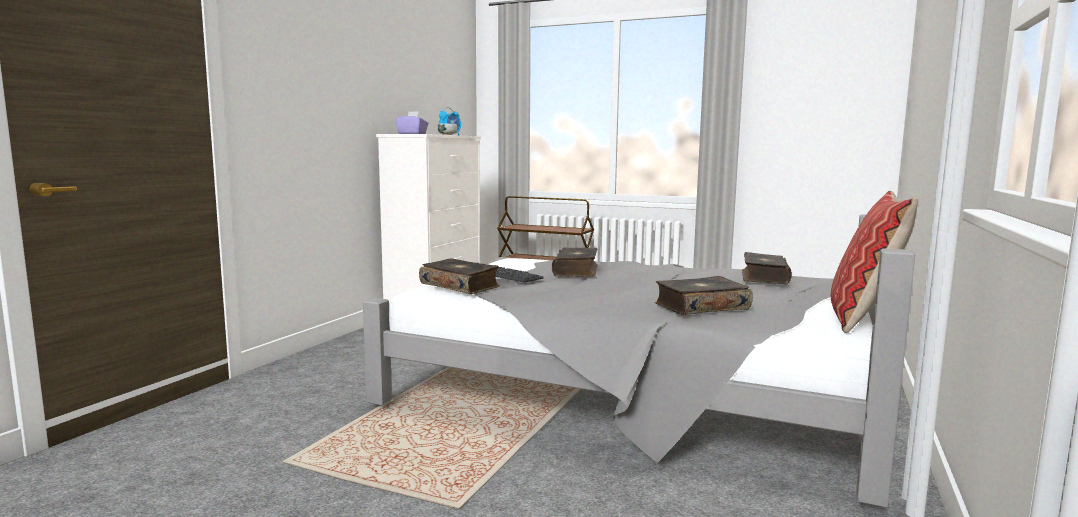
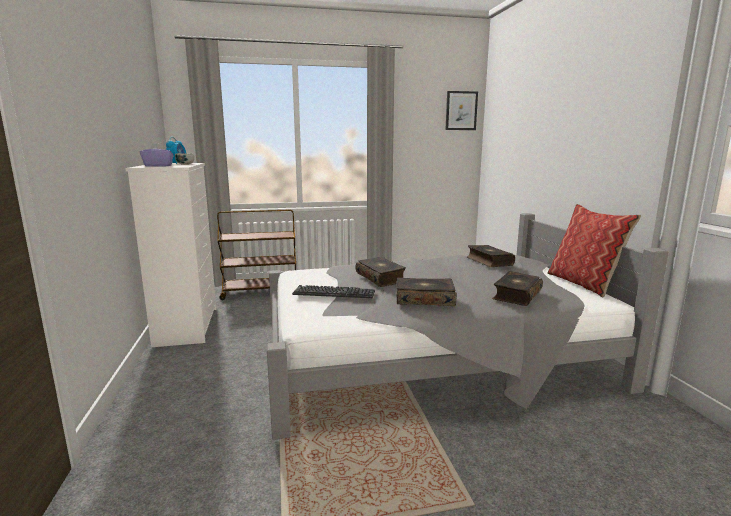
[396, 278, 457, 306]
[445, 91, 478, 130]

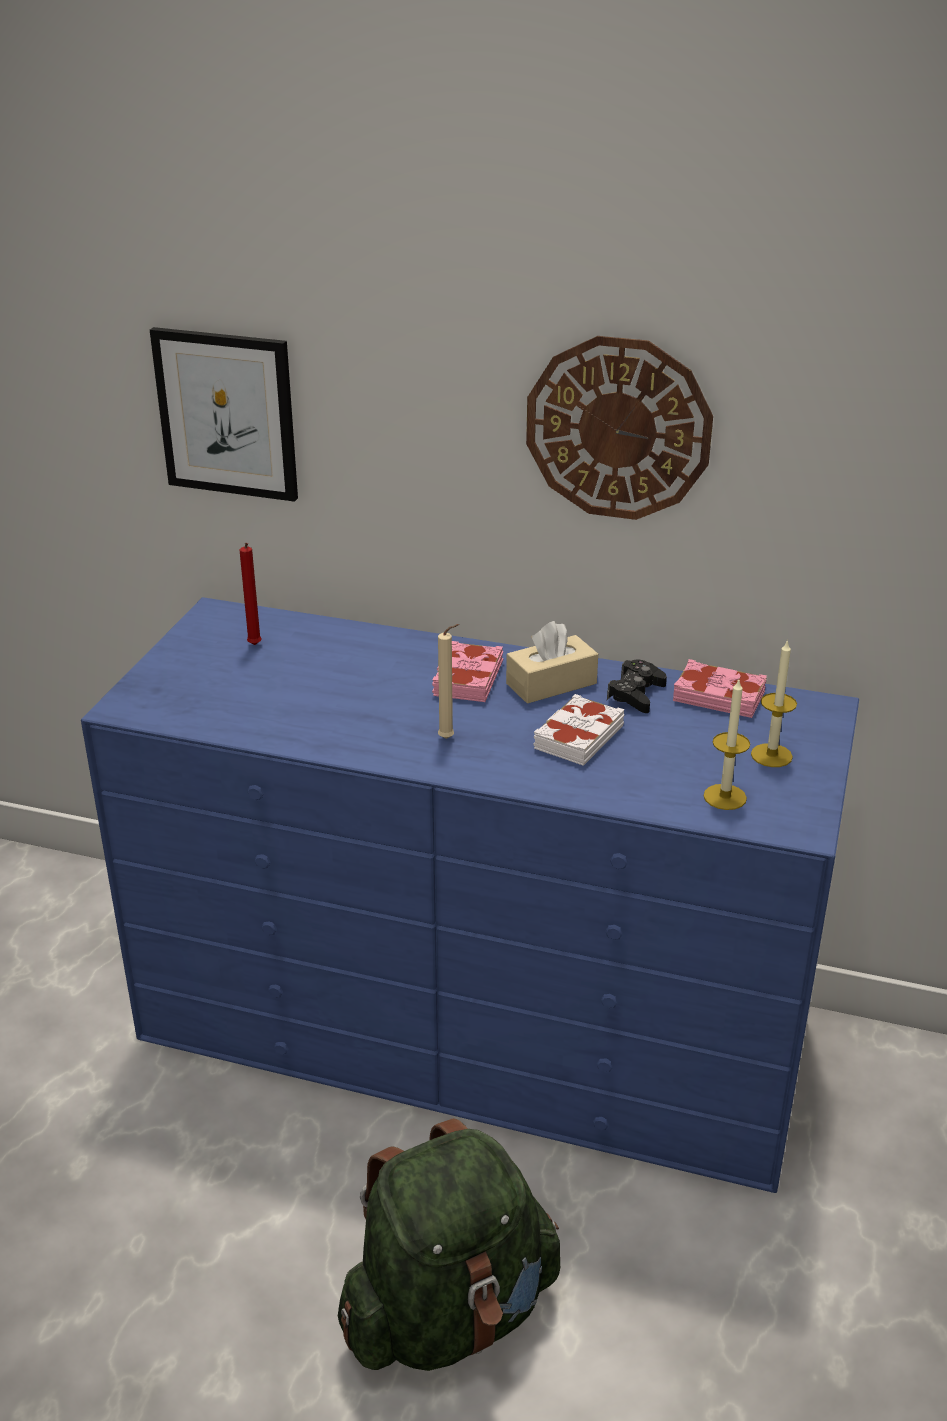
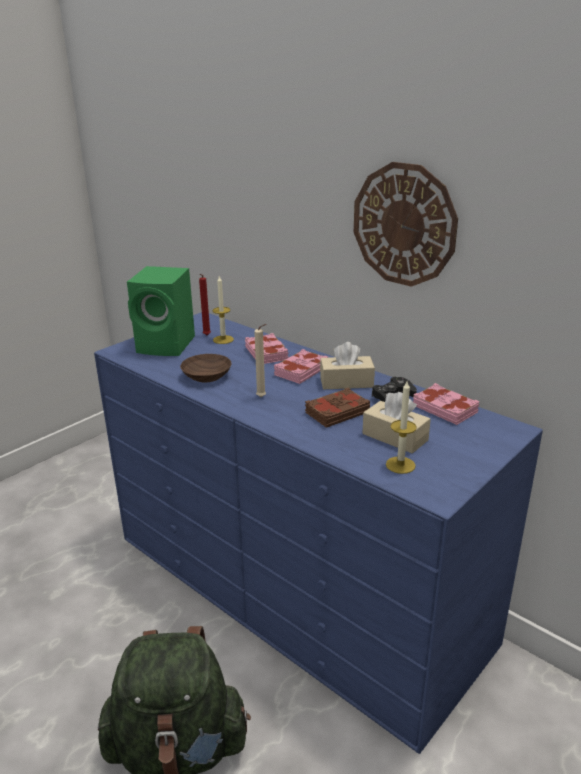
[150, 327, 298, 502] (first image)
[213, 276, 234, 344]
[305, 388, 370, 428]
[127, 266, 195, 356]
[245, 333, 289, 364]
[180, 354, 232, 382]
[363, 392, 431, 453]

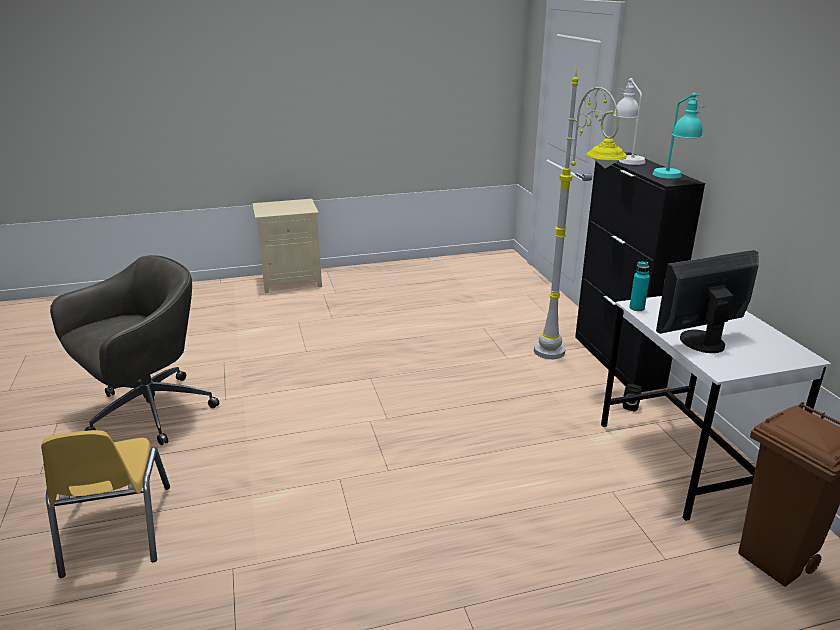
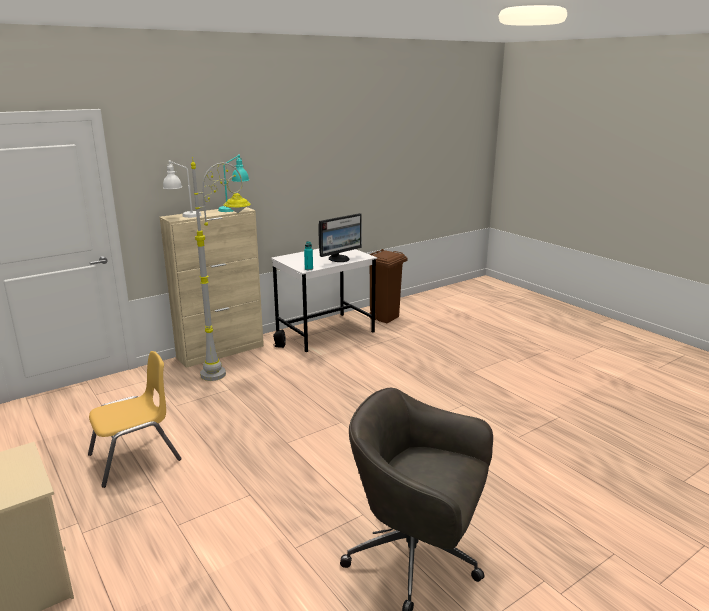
[160, 207, 264, 368]
[318, 213, 362, 262]
[88, 351, 182, 488]

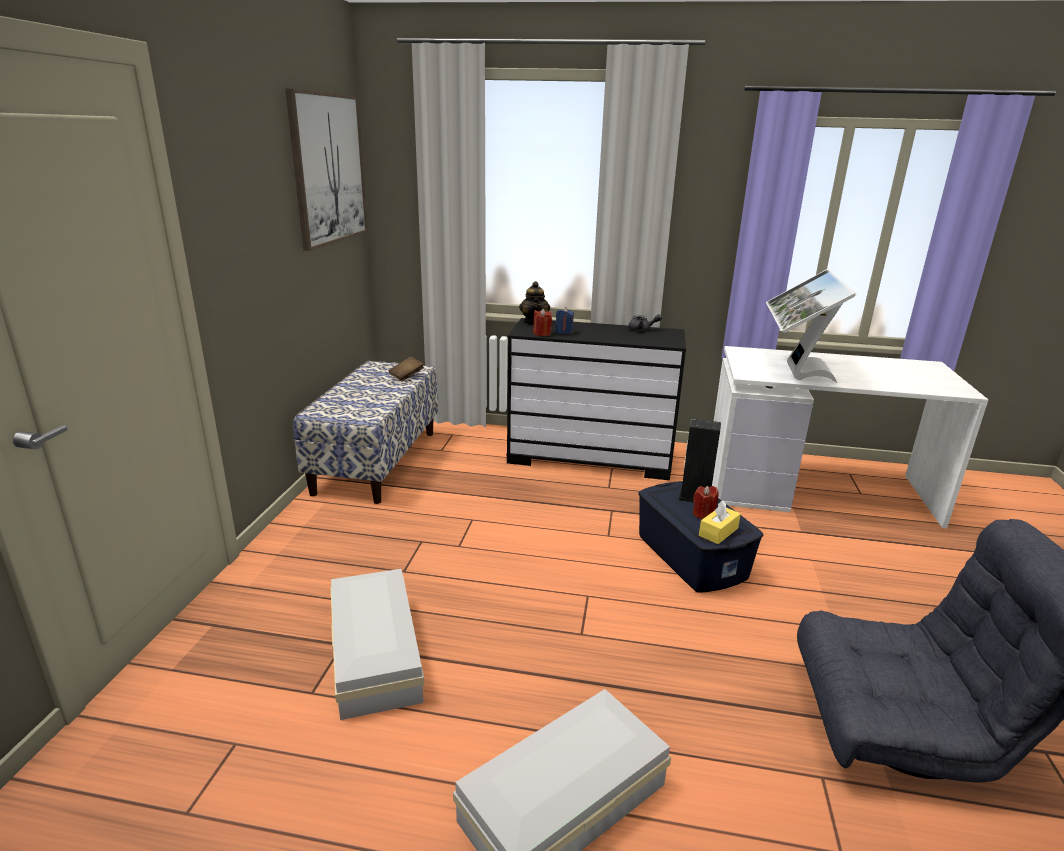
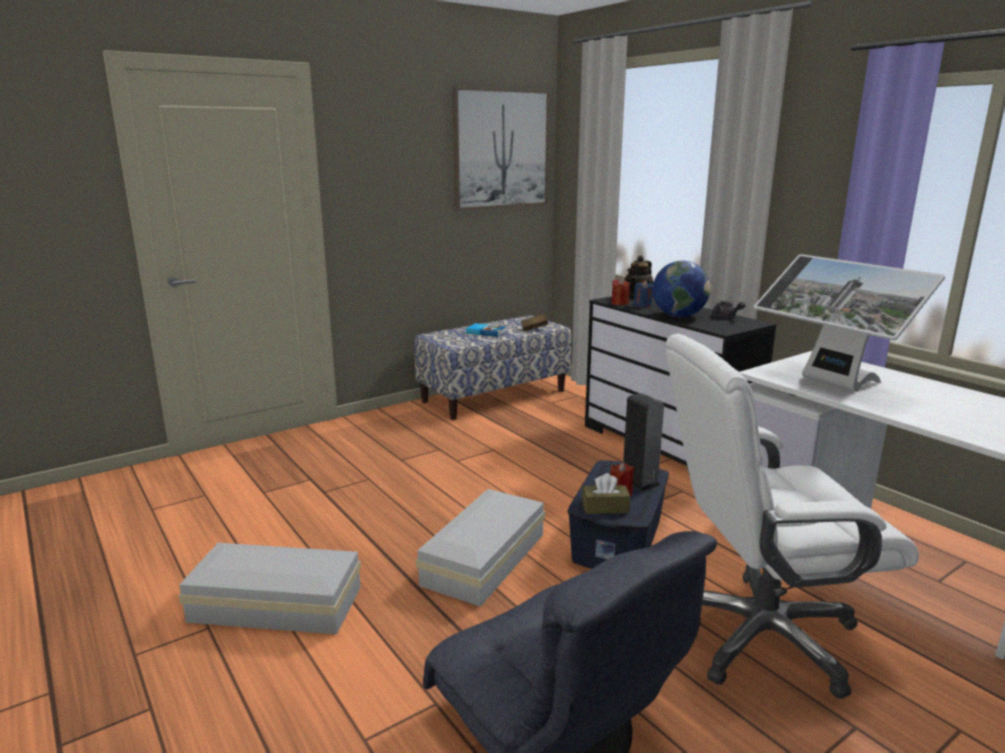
[754, 254, 945, 392]
[582, 473, 630, 514]
[416, 489, 545, 607]
[653, 261, 711, 317]
[466, 323, 507, 337]
[666, 334, 919, 699]

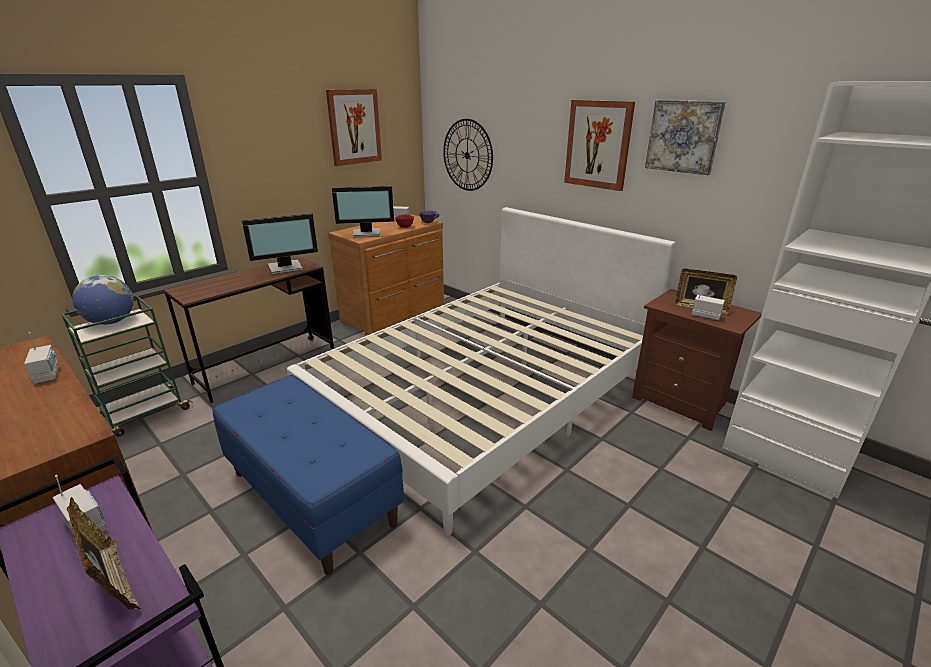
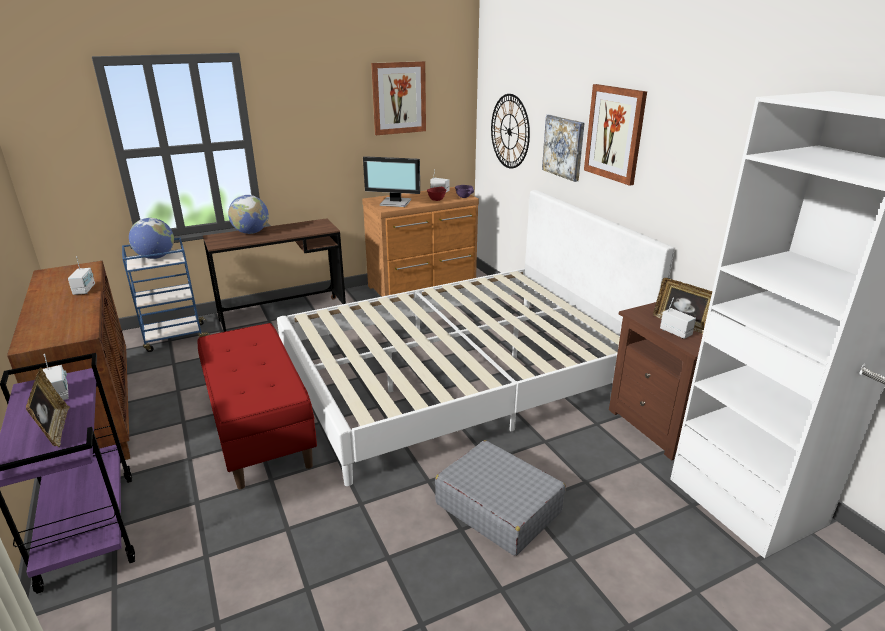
[542, 115, 585, 182]
[242, 213, 318, 274] (first image)
[122, 238, 210, 352]
[197, 323, 317, 489]
[228, 195, 269, 234]
[435, 440, 566, 556]

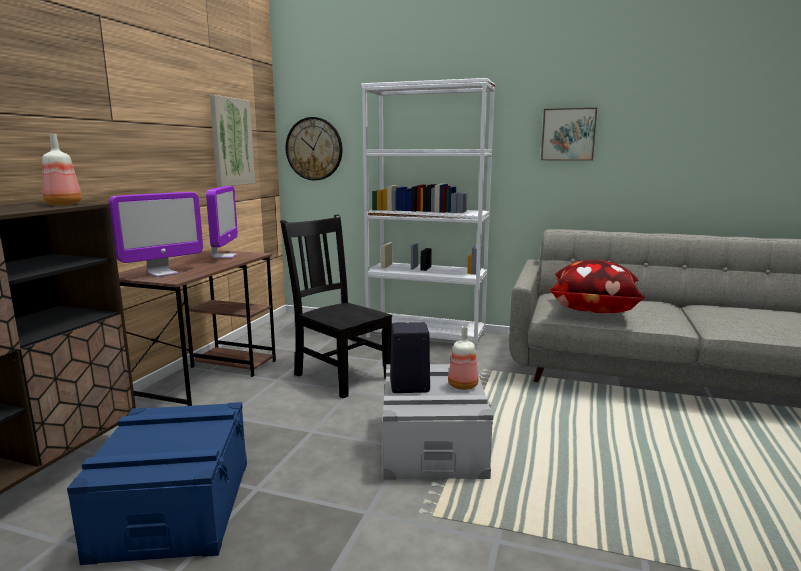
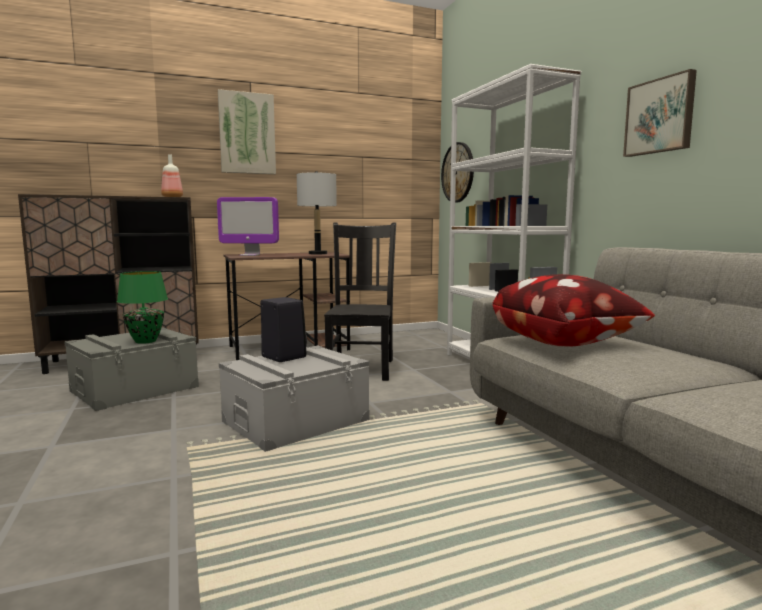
[218, 89, 276, 174]
[297, 171, 337, 254]
[448, 326, 479, 390] (first image)
[64, 328, 199, 411]
[117, 271, 168, 344]

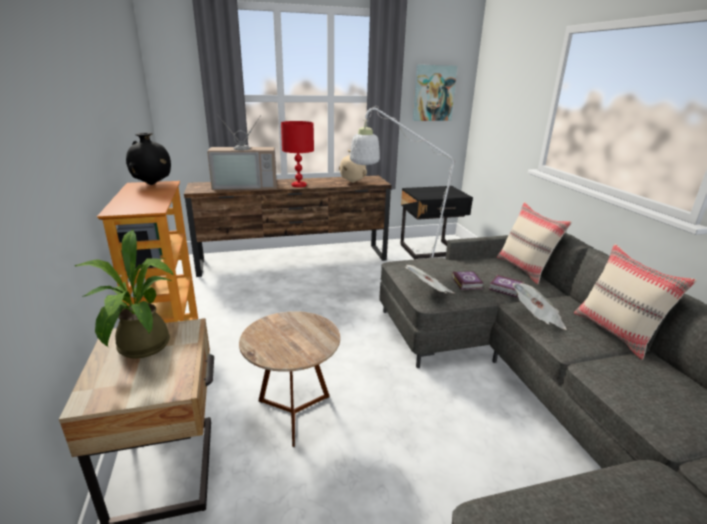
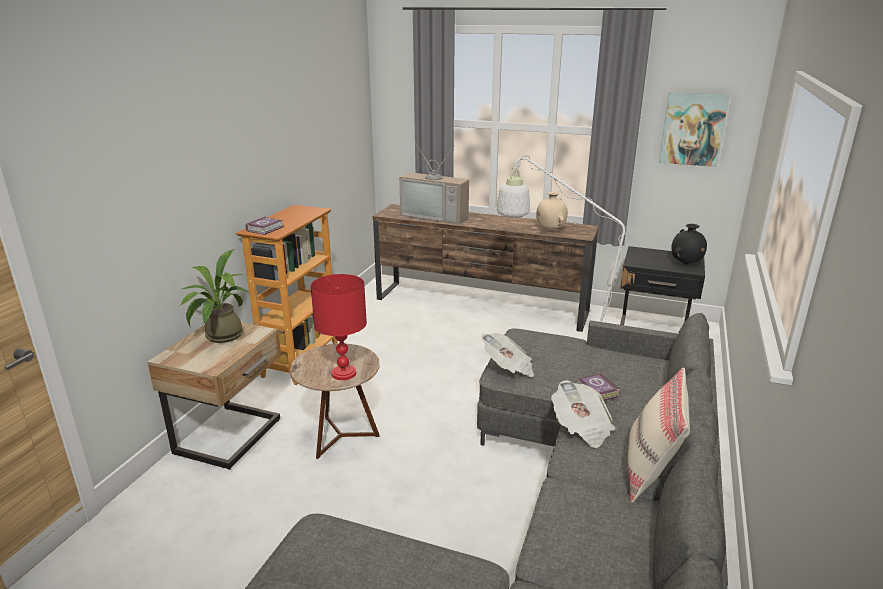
[311, 274, 367, 380]
[671, 224, 707, 265]
[497, 202, 572, 284] (first image)
[245, 216, 284, 235]

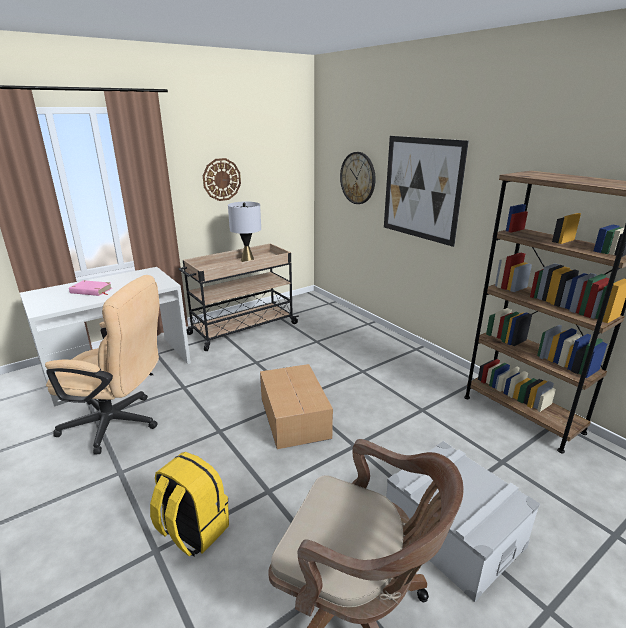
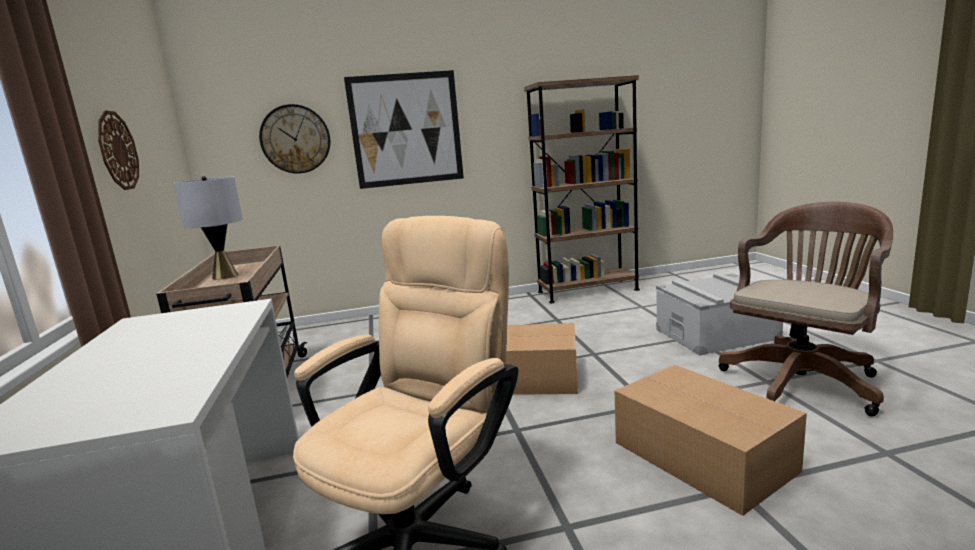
[69, 280, 112, 296] (first image)
[615, 364, 807, 516]

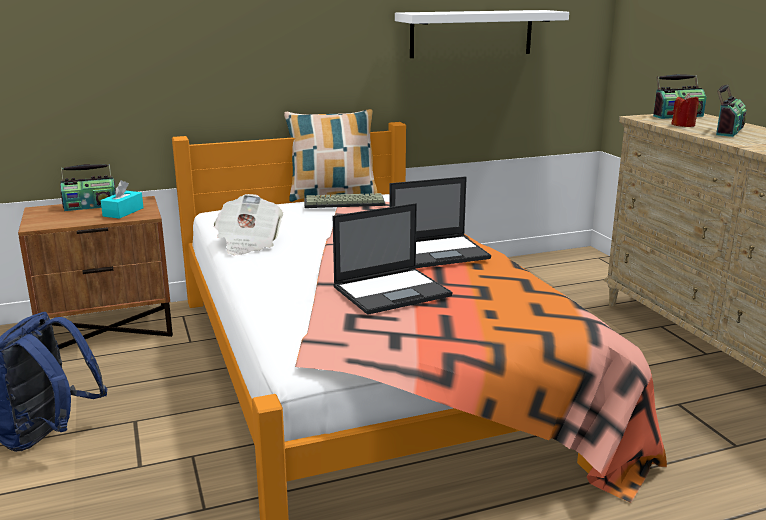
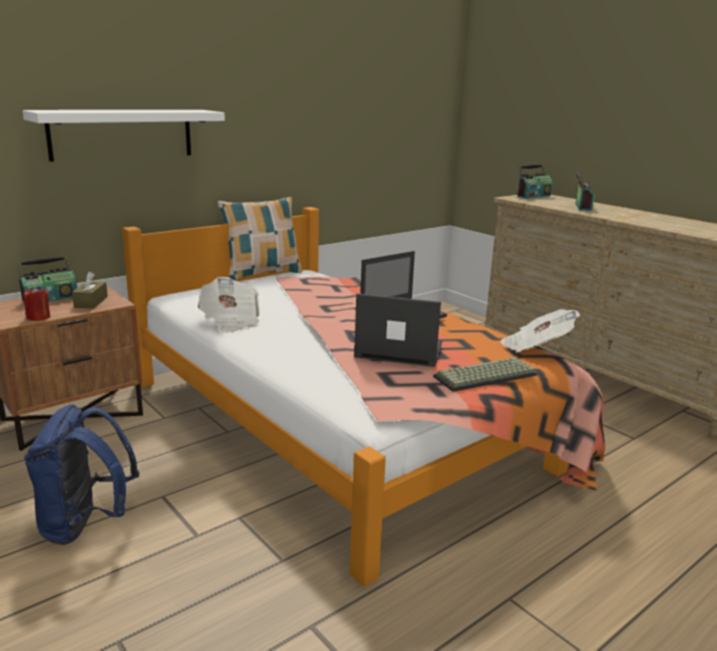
[22, 110, 225, 162]
[23, 287, 50, 321]
[72, 272, 108, 308]
[433, 357, 537, 392]
[354, 293, 443, 367]
[500, 309, 580, 352]

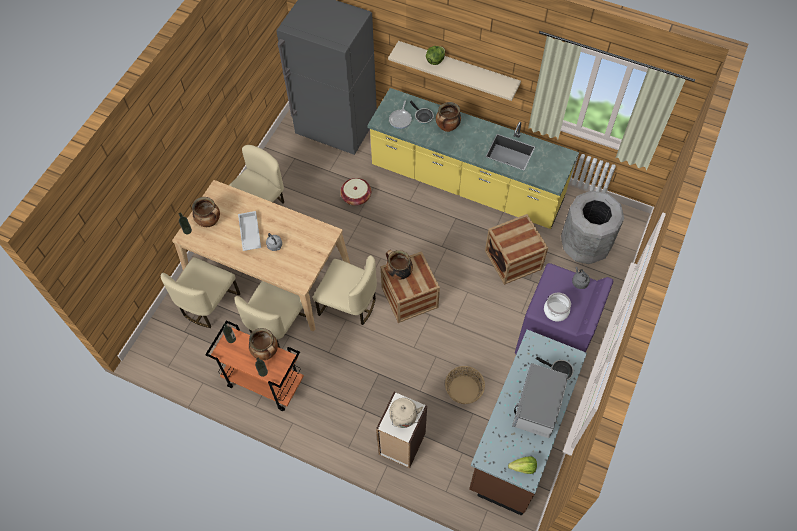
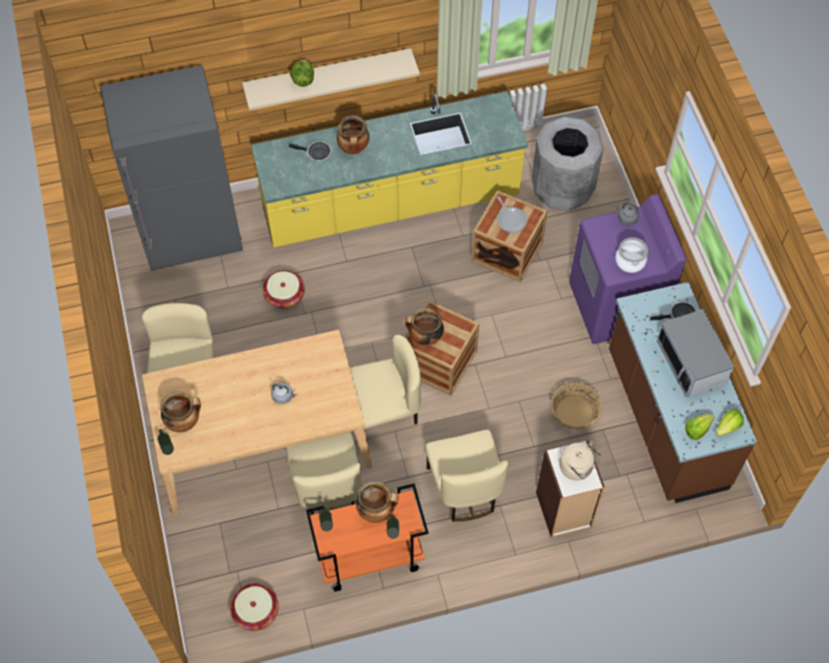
[497, 196, 527, 233]
[238, 211, 261, 251] (first image)
[425, 430, 508, 522]
[685, 414, 715, 440]
[230, 583, 279, 631]

